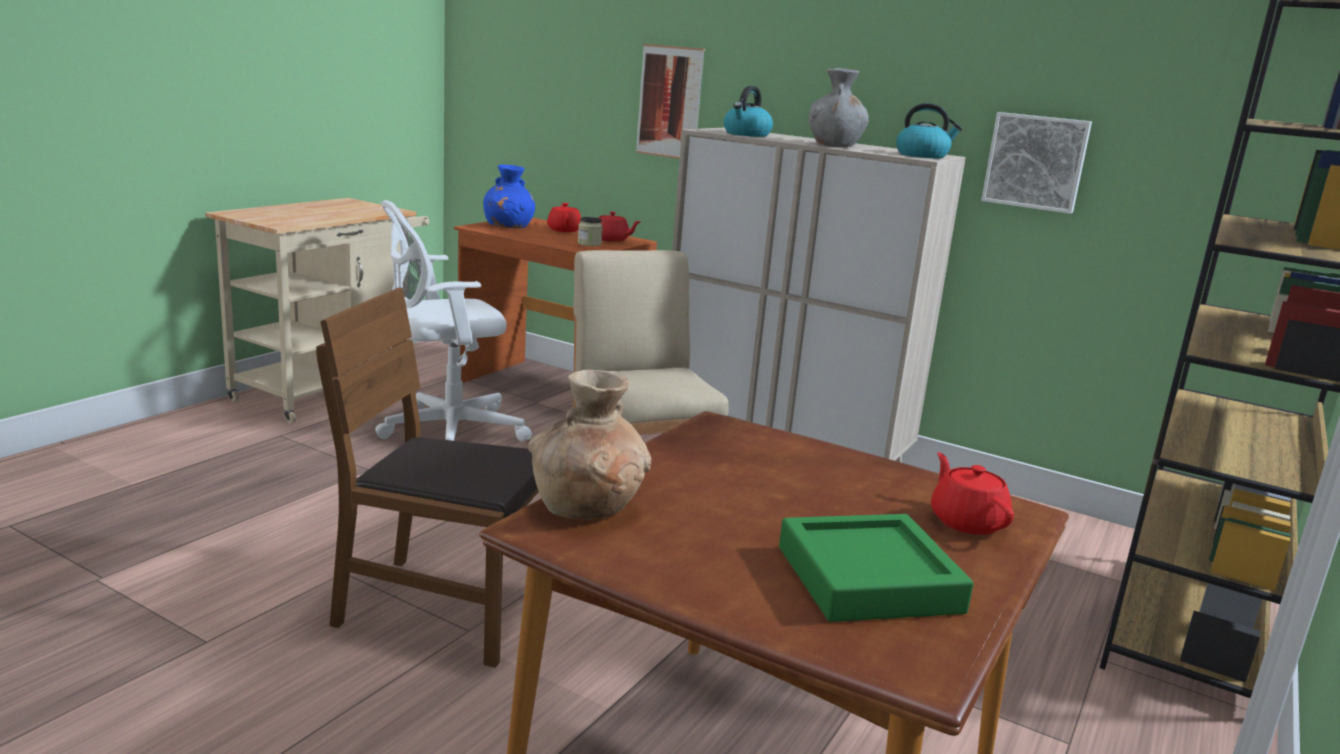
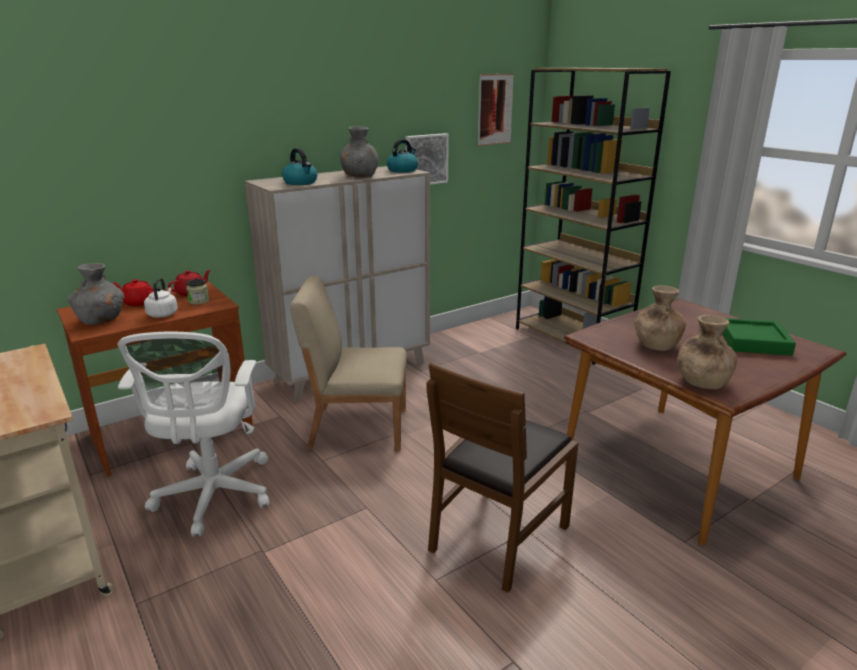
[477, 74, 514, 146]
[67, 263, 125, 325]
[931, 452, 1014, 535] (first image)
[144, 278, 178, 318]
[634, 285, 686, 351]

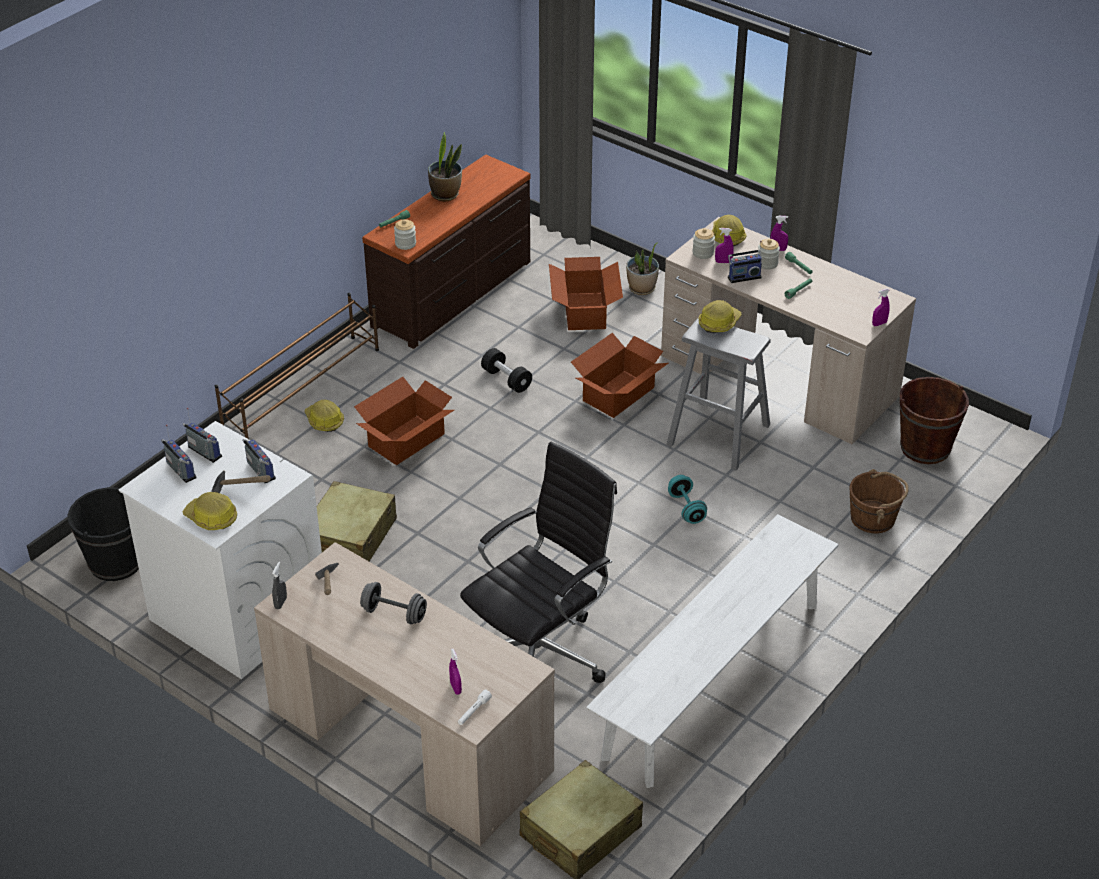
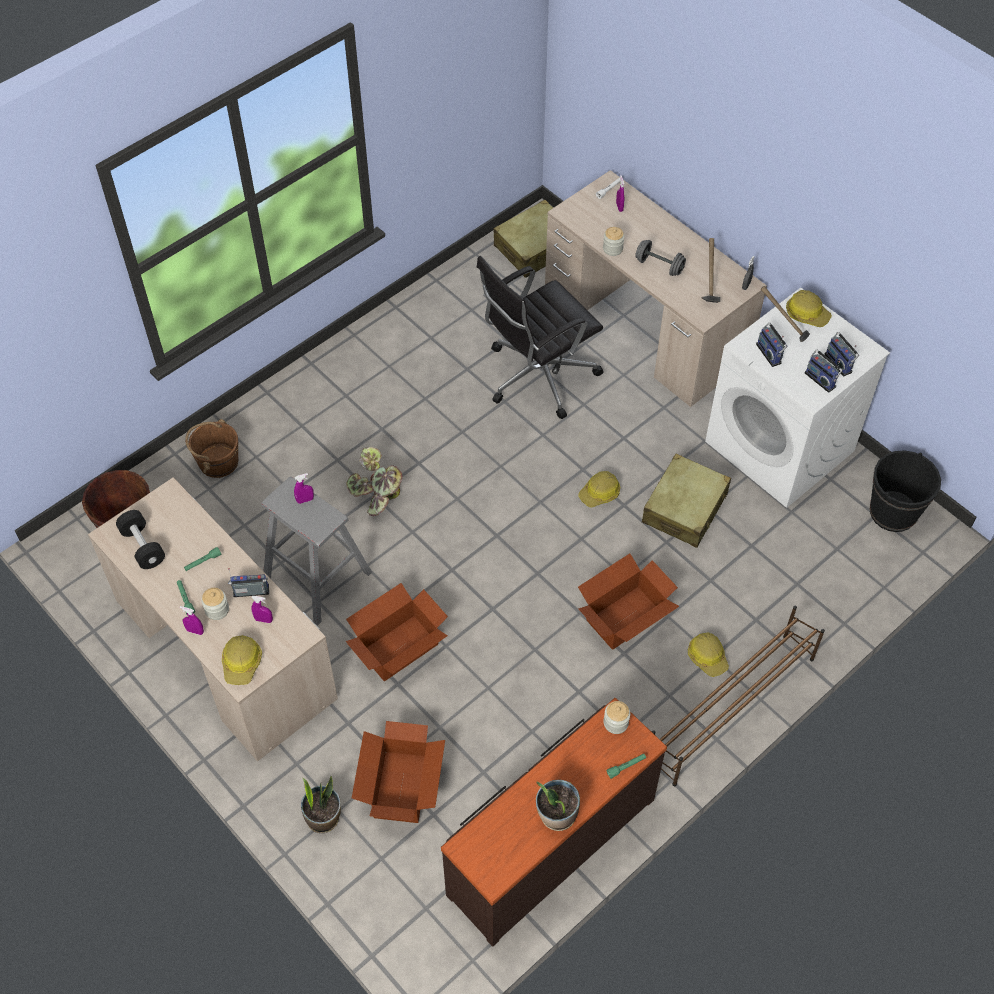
[603, 227, 625, 256]
[294, 473, 314, 504]
[578, 471, 620, 507]
[116, 510, 165, 569]
[346, 447, 402, 516]
[586, 514, 839, 788] (first image)

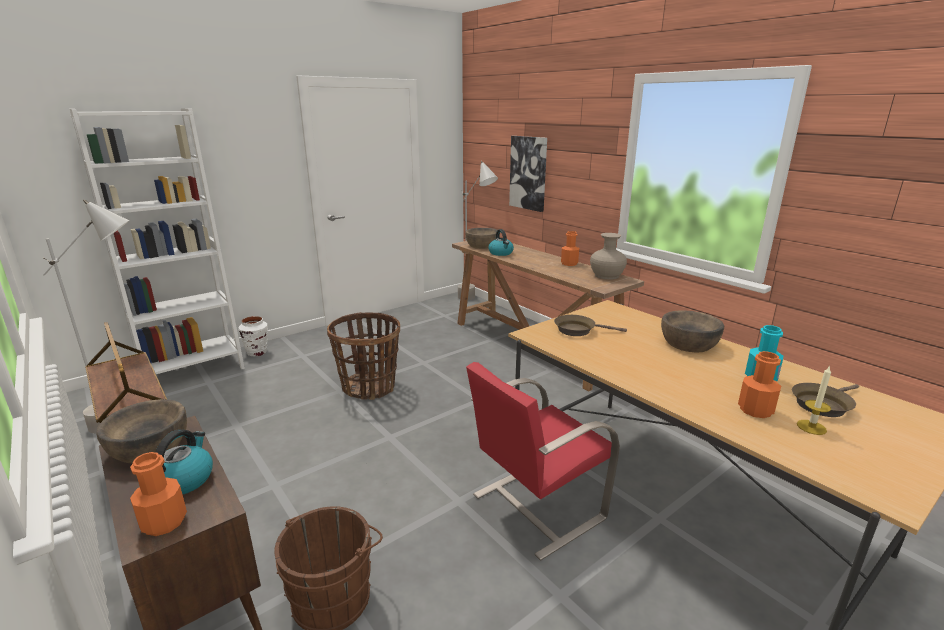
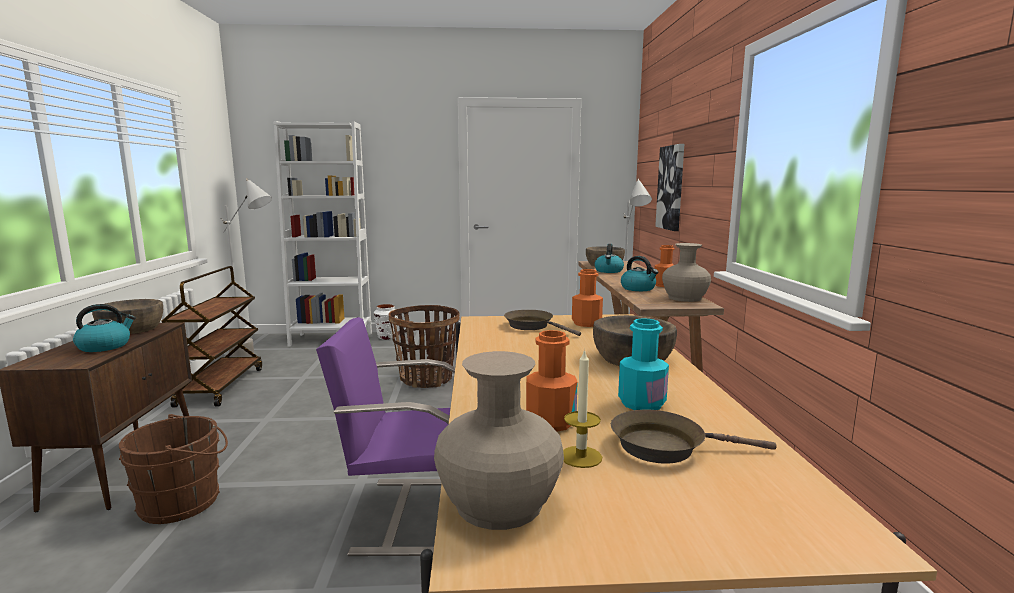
[316, 317, 455, 556]
[572, 269, 603, 327]
[621, 256, 658, 291]
[434, 351, 564, 530]

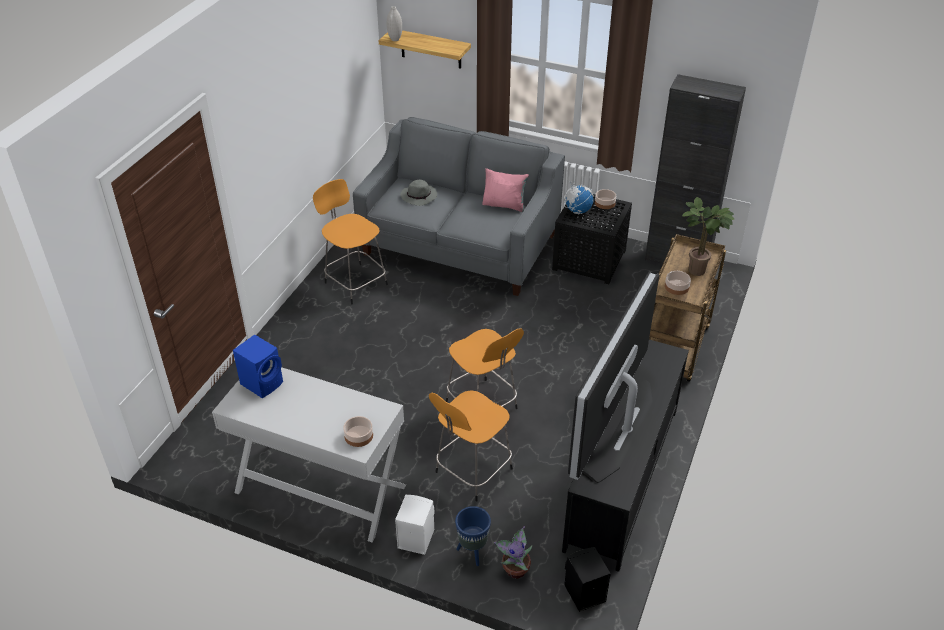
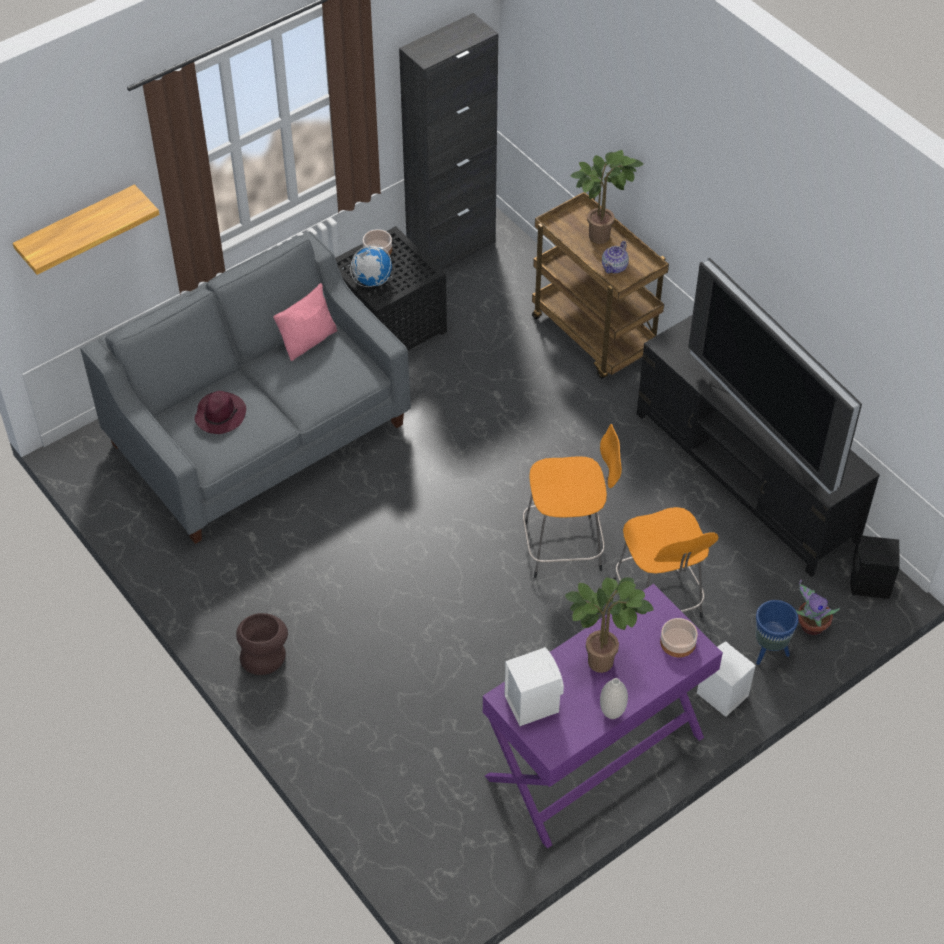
[600, 678, 628, 719]
[313, 179, 388, 304] (first image)
[194, 391, 246, 434]
[602, 241, 629, 273]
[504, 647, 564, 726]
[483, 584, 723, 849]
[565, 577, 654, 673]
[236, 613, 288, 675]

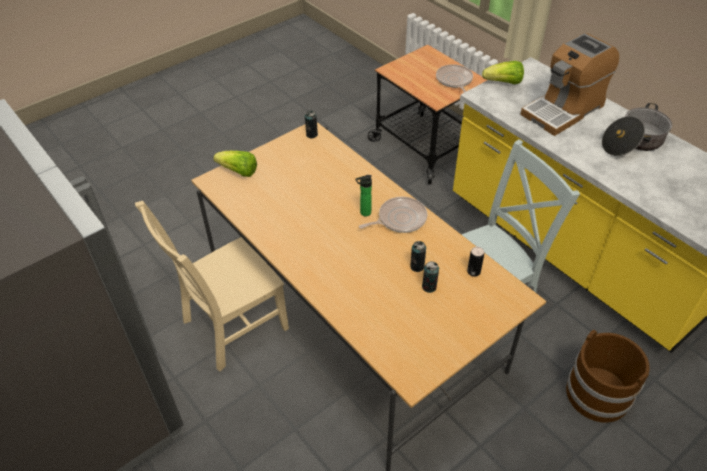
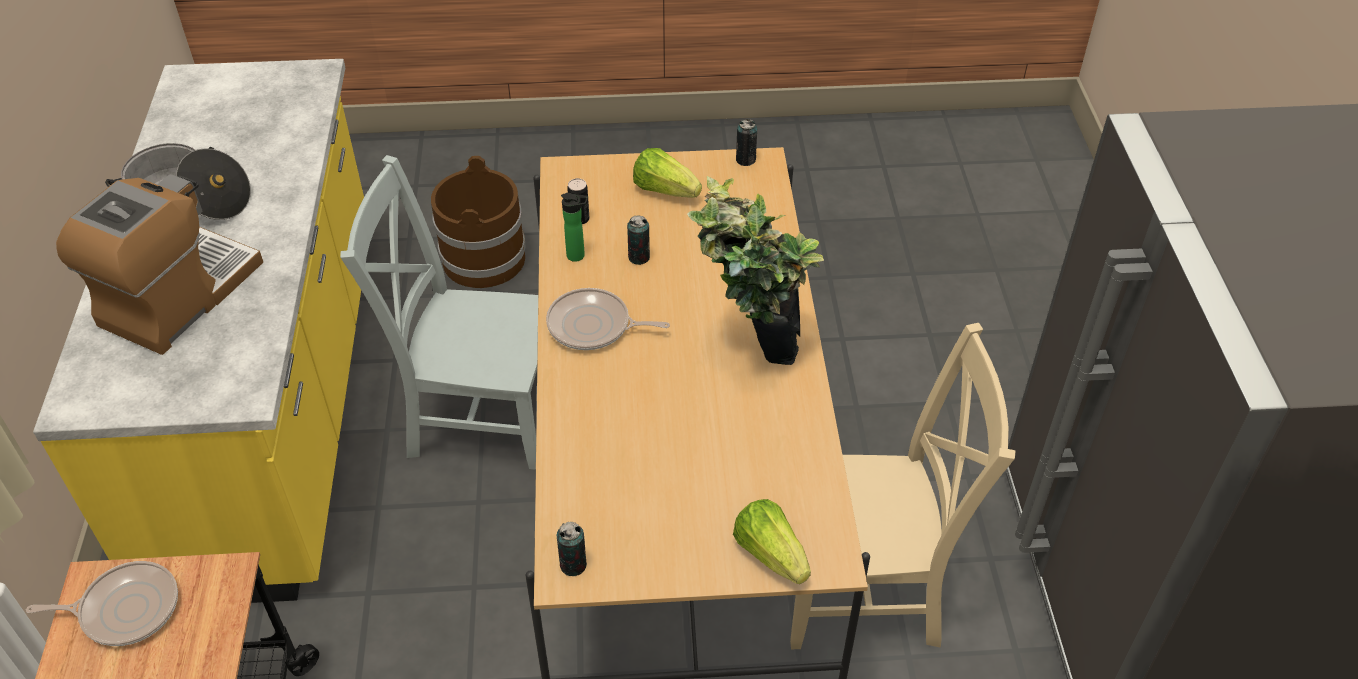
[56, 174, 263, 355]
[633, 148, 702, 198]
[26, 561, 178, 646]
[561, 193, 588, 262]
[736, 119, 757, 166]
[687, 176, 824, 365]

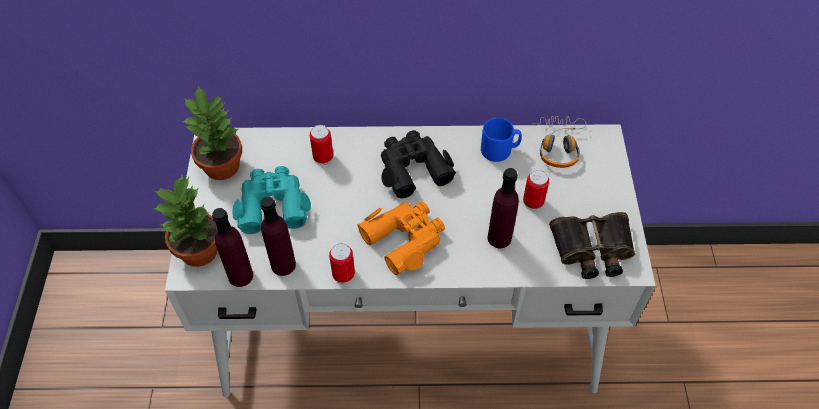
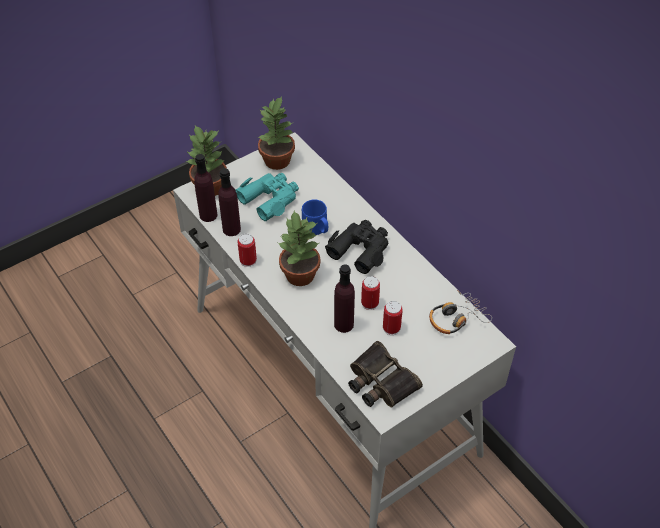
[302, 199, 328, 235]
[361, 276, 380, 310]
[278, 211, 320, 286]

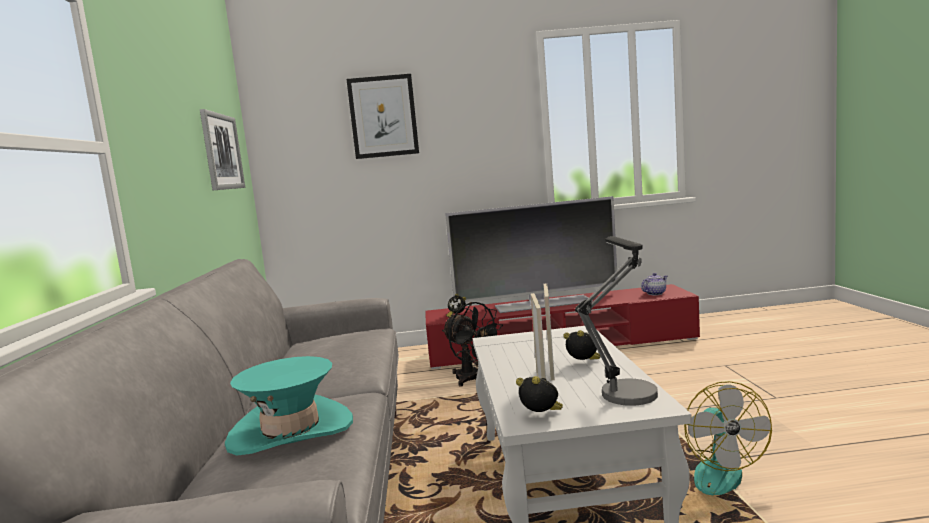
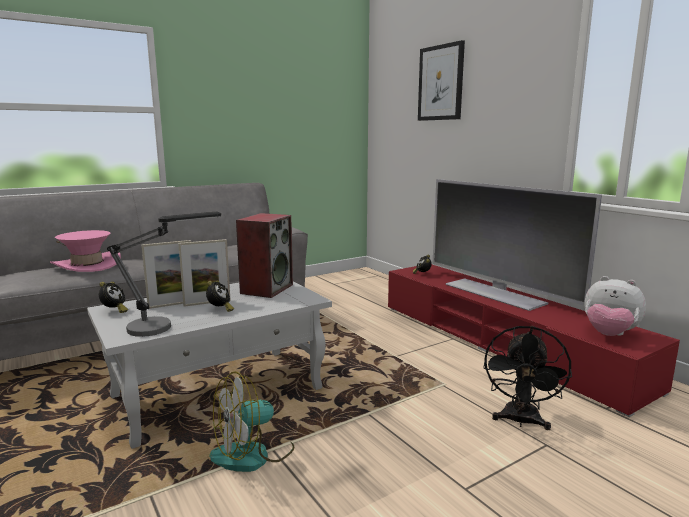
[200, 109, 245, 190] (first image)
[585, 276, 646, 336]
[483, 326, 572, 430]
[50, 230, 121, 272]
[236, 213, 293, 298]

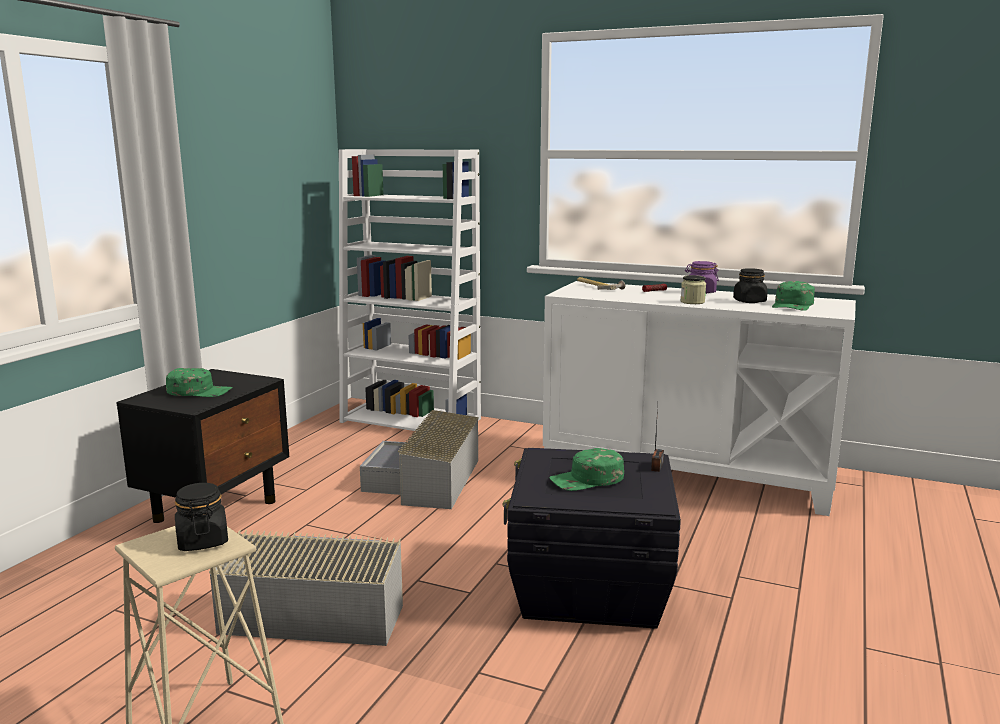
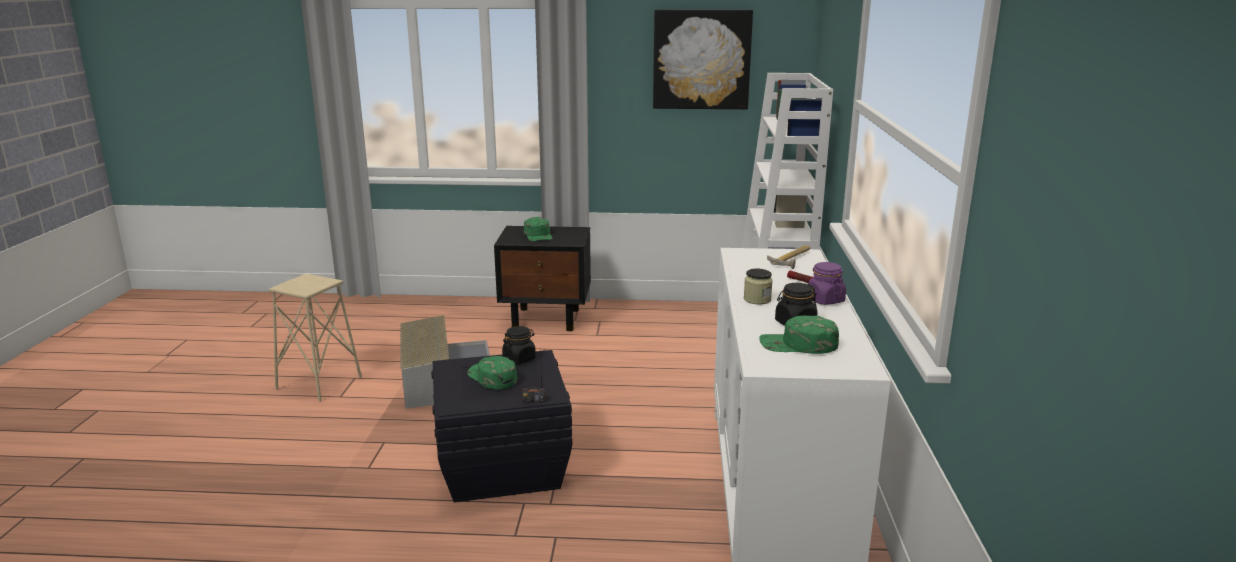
[360, 410, 479, 509] (first image)
[502, 326, 536, 364]
[653, 9, 753, 110]

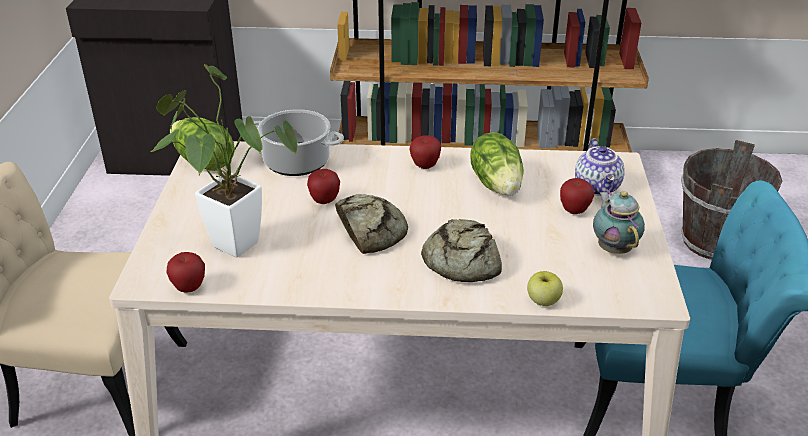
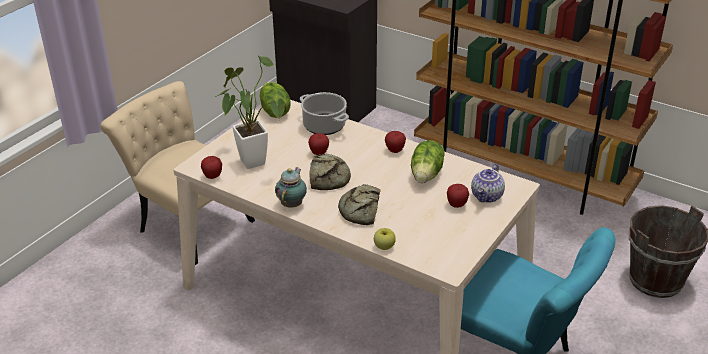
[275, 167, 307, 208]

